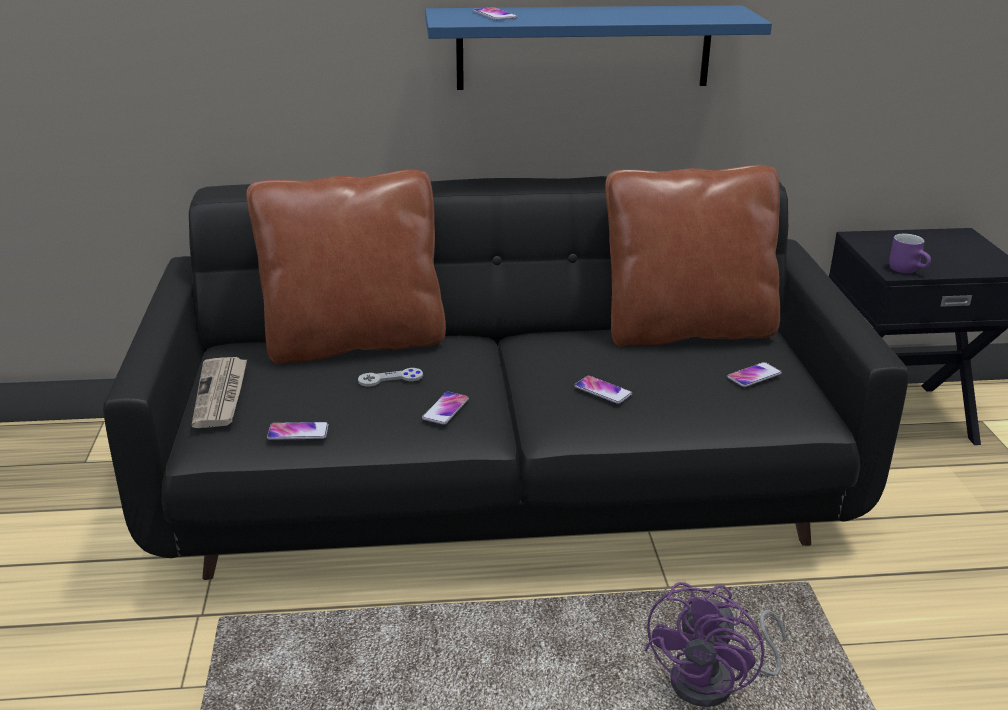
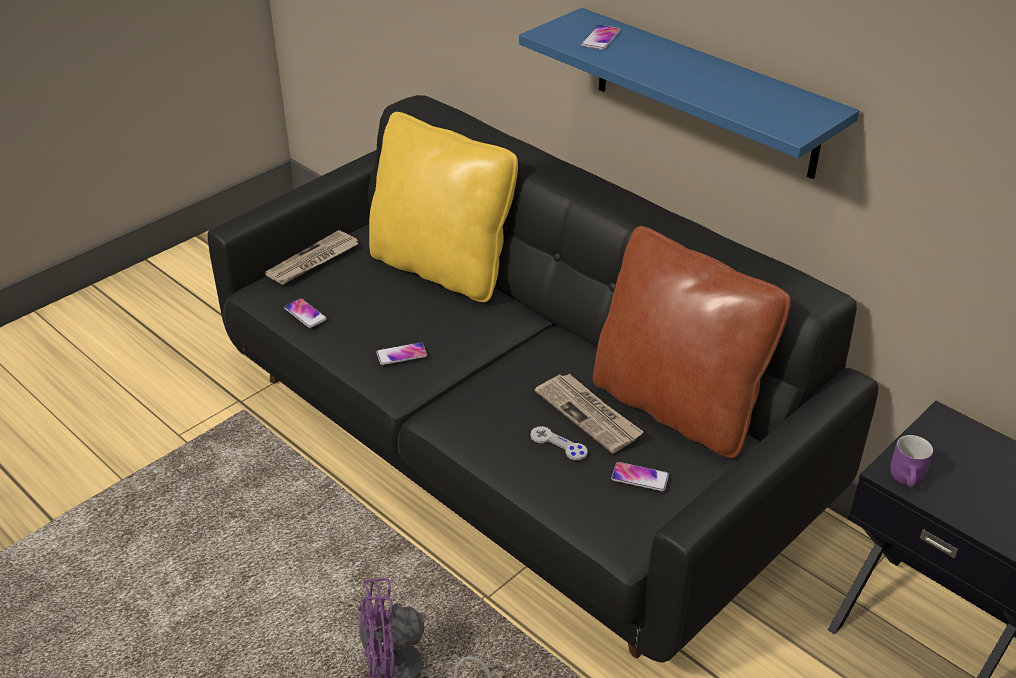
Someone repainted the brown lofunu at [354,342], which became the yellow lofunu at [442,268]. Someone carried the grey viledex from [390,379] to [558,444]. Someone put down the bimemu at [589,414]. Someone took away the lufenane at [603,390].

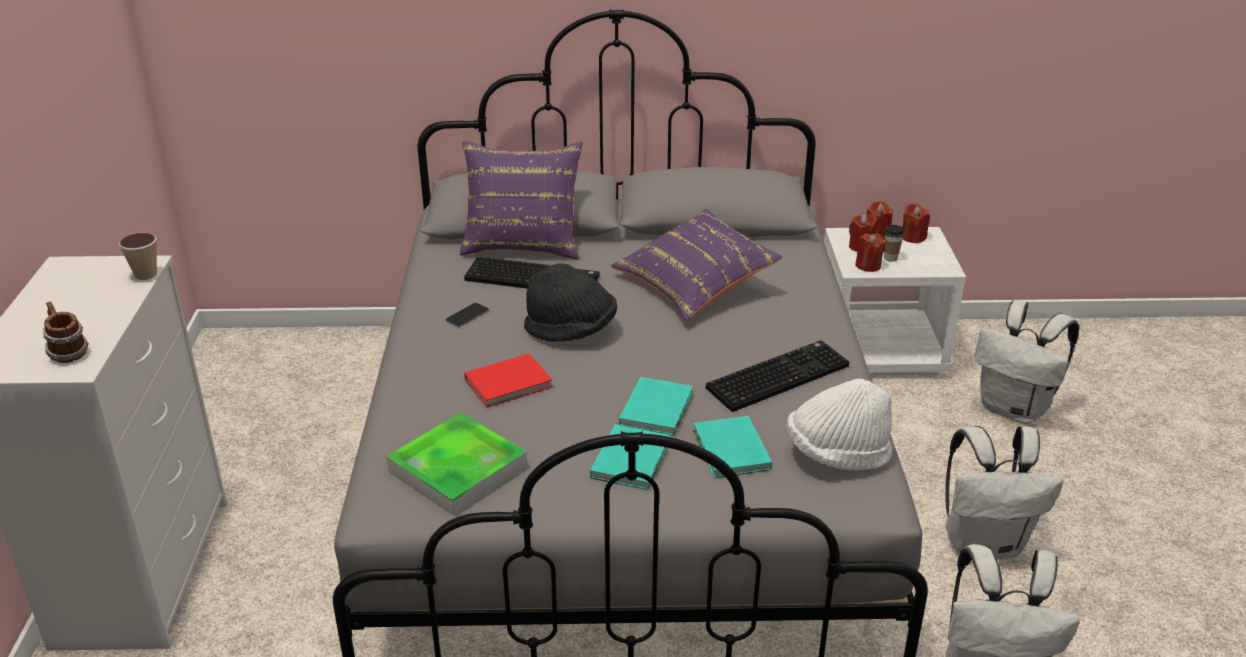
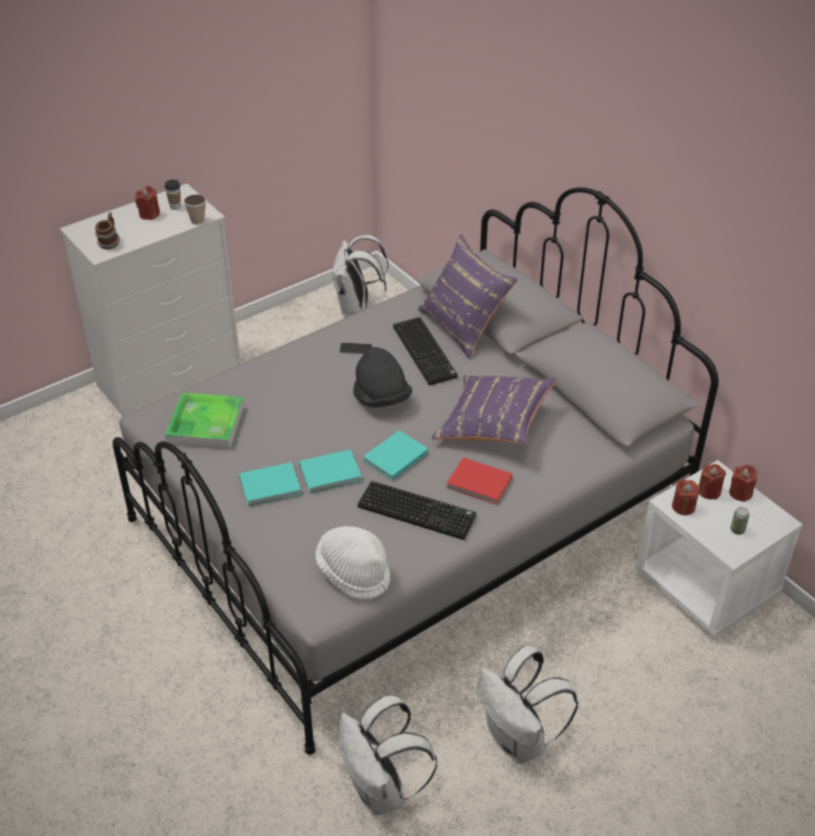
Someone carried the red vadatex from [913,237] to [149,214]. Someone carried the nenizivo from [890,258] to [175,206]. Someone carried the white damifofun from [1015,409] to [356,307]. Someone carried the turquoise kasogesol from [730,451] to [394,457]. Someone carried the red kasogesol from [511,383] to [480,484]. Someone put down the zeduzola at [737,530].

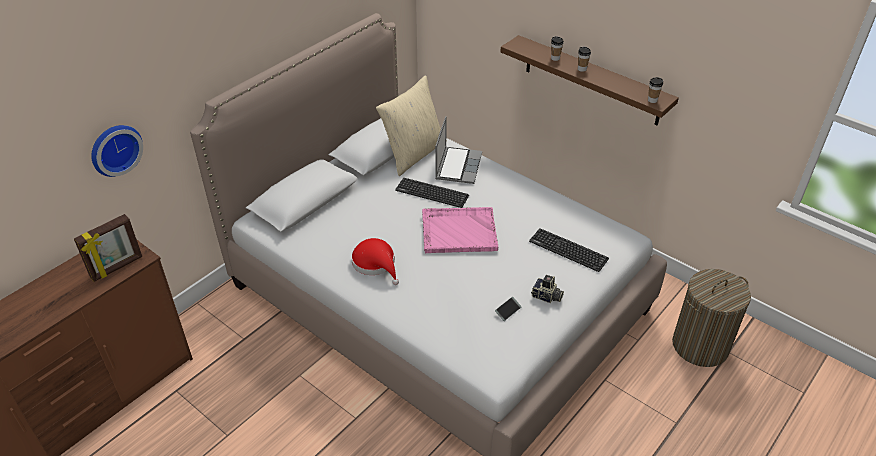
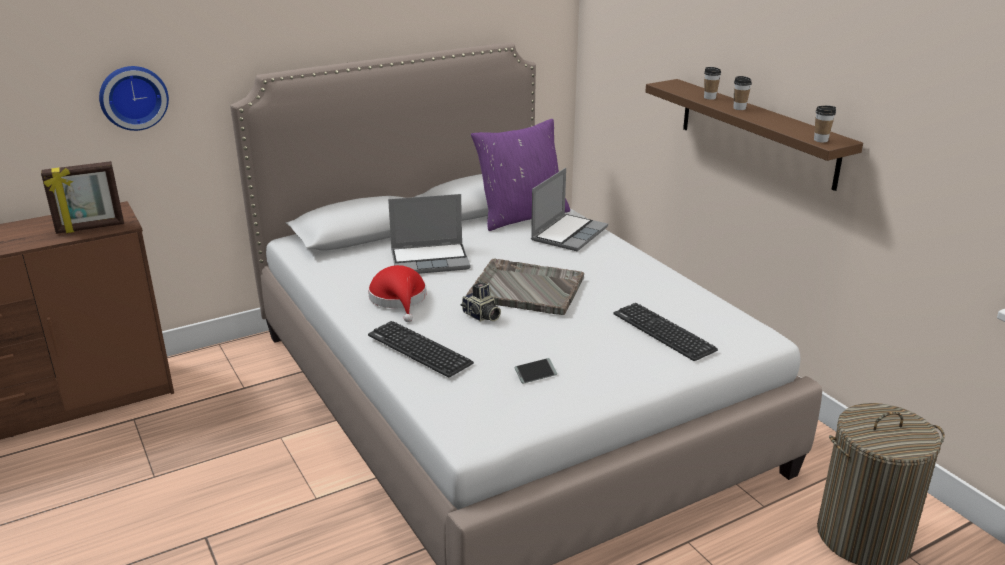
Someone carried the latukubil from [432,193] to [419,349]. Someone put down the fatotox at [431,260]. Someone carried the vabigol from [546,297] to [481,316]. Someone repainted the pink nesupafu at [458,231], which became the grey nesupafu at [525,289]. Someone repainted the beige lofunu at [413,153], which became the purple lofunu at [521,216].

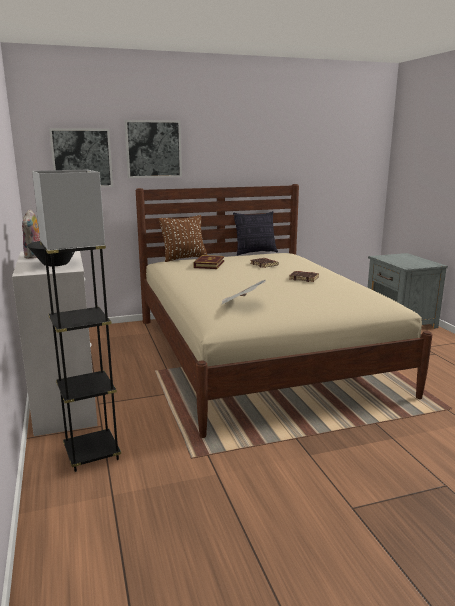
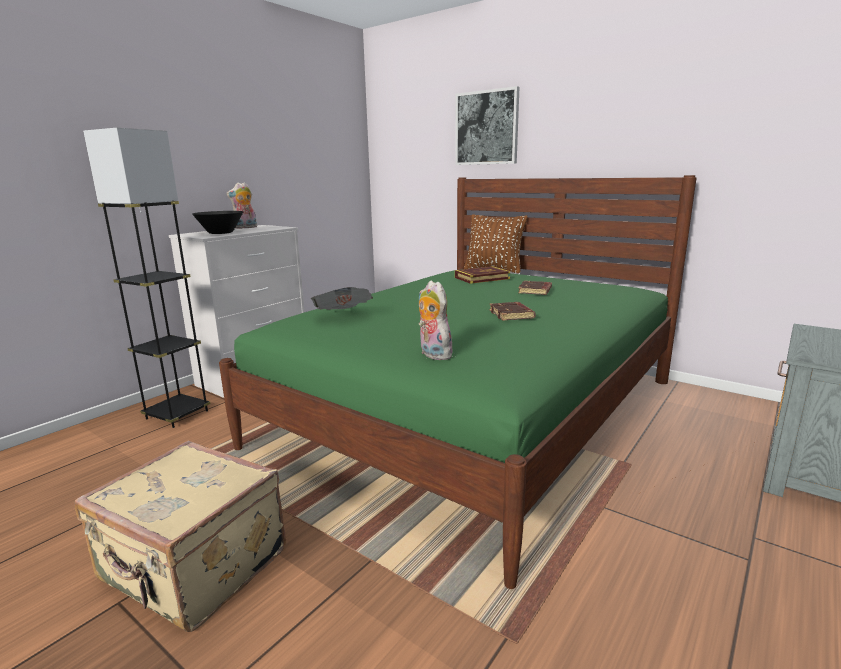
Someone put down the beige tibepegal at [194,568]. Someone repainted the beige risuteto at [259,354], which became the green risuteto at [475,412]. Someone put down the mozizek at [432,354]. Someone took away the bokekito at [82,158]. Someone took away the lofunu at [255,252].

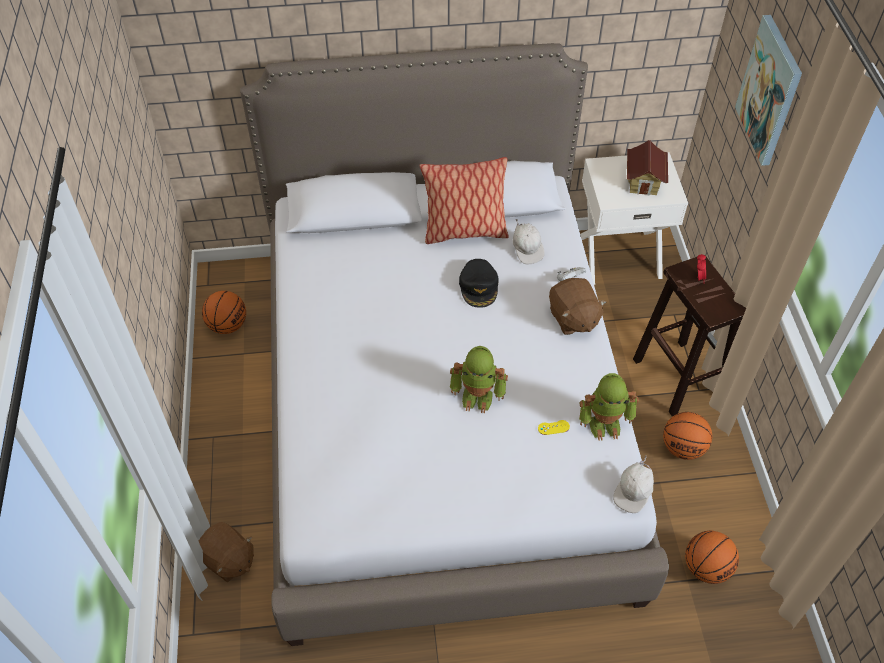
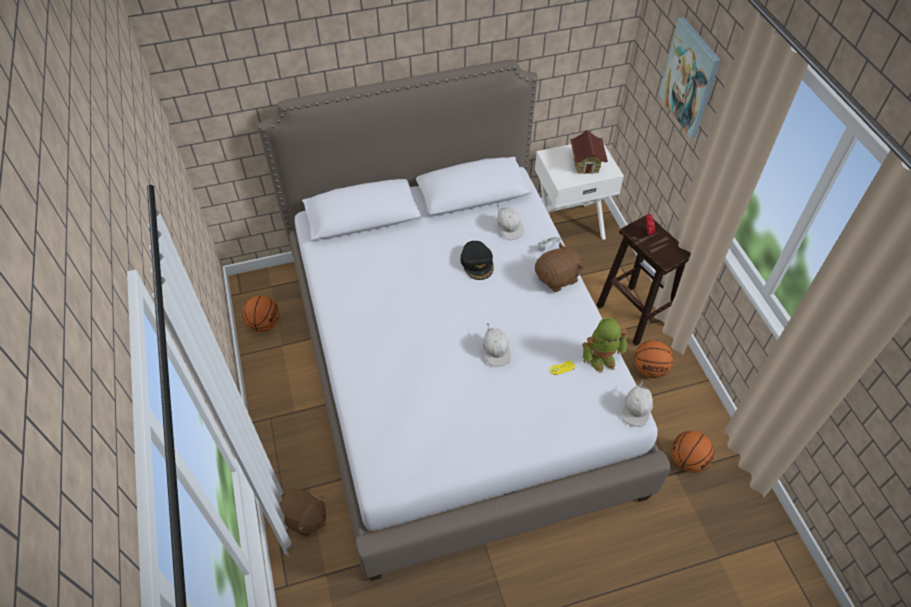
Someone swapped the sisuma at [478,396] for the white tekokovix at [496,351]. Someone rotated the brown mozizek at [573,318] by 90 degrees counterclockwise. Someone took away the lofunu at [464,232].

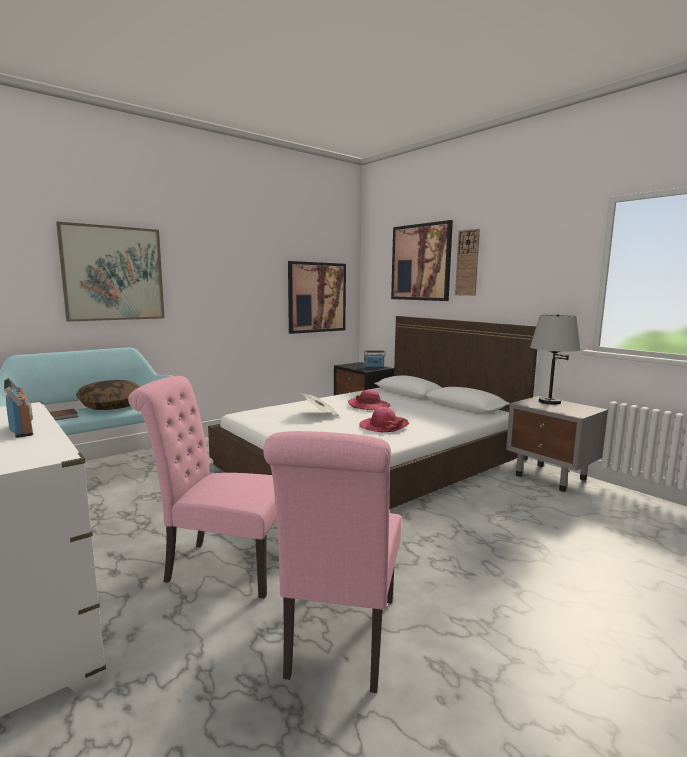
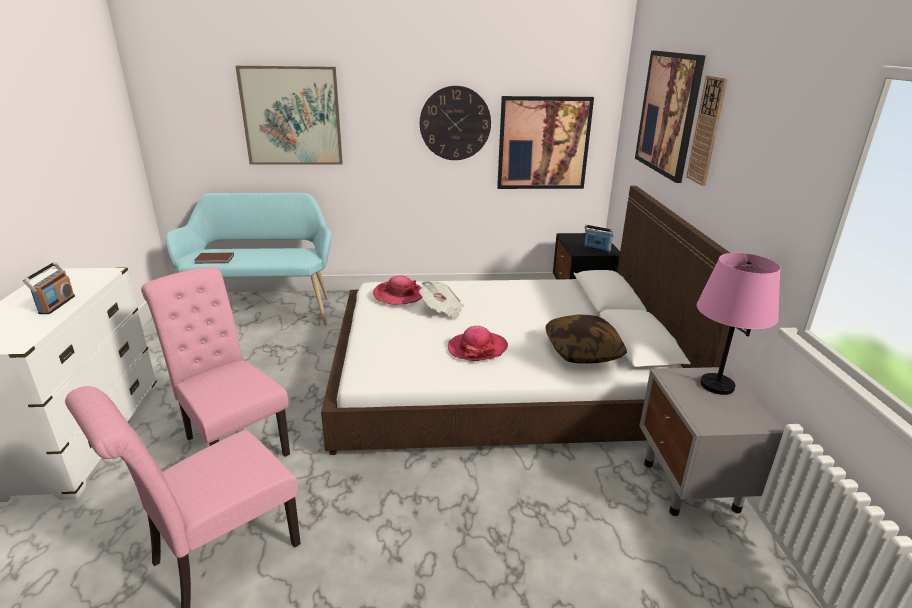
Someone carried the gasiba from [368,406] to [399,295]. Someone put up the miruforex at [455,123]. Someone carried the lofunu from [112,406] to [583,351]. Someone repainted the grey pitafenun at [549,402], which became the pink pitafenun at [716,385].

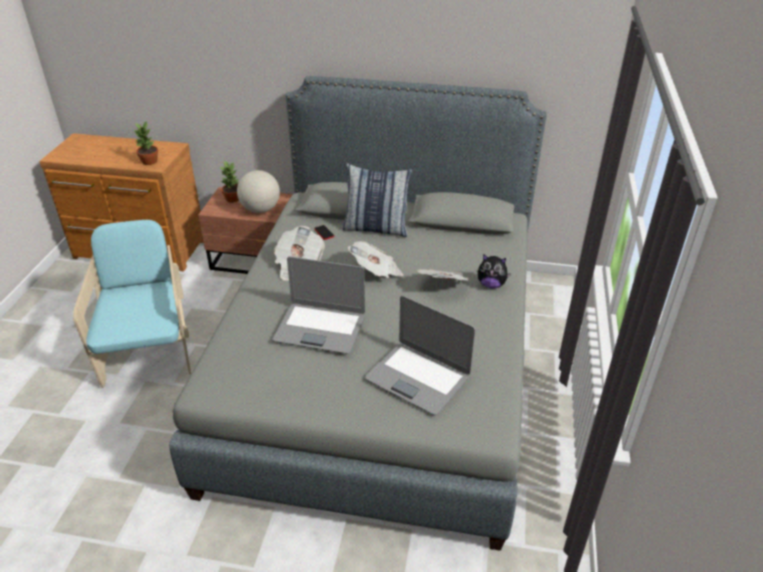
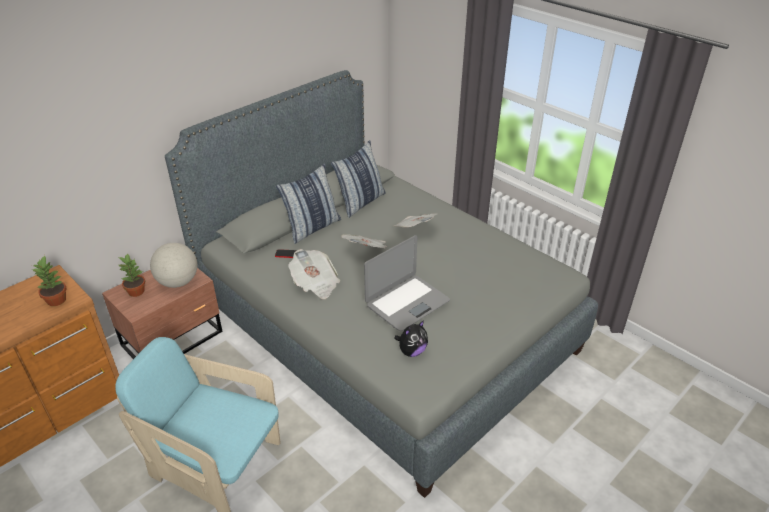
Someone put down the lofunu at [360,202]. Someone carried the mozizek from [491,285] to [411,351]. Someone took away the fatotox at [417,378].

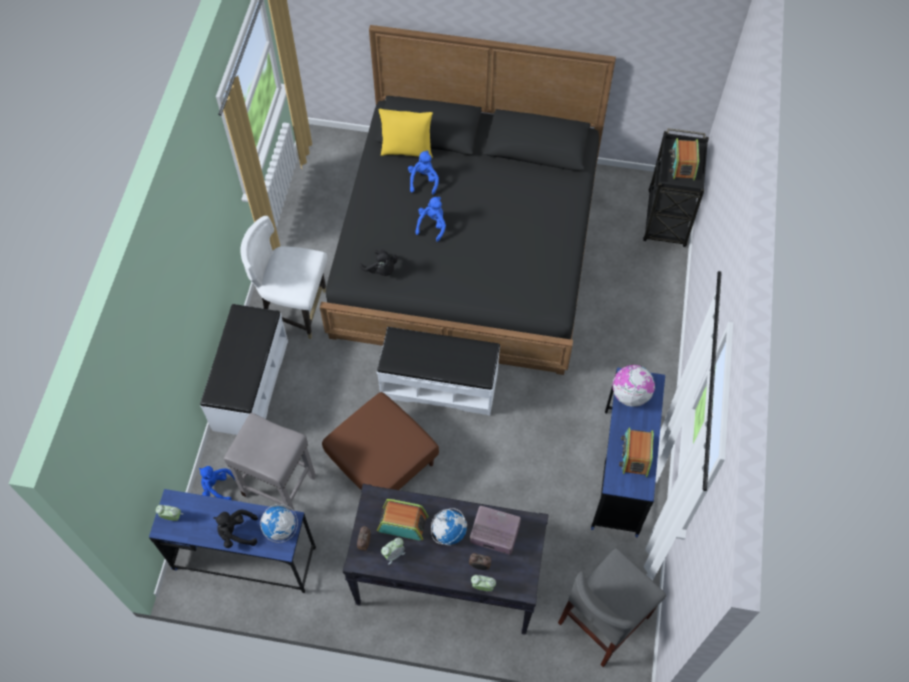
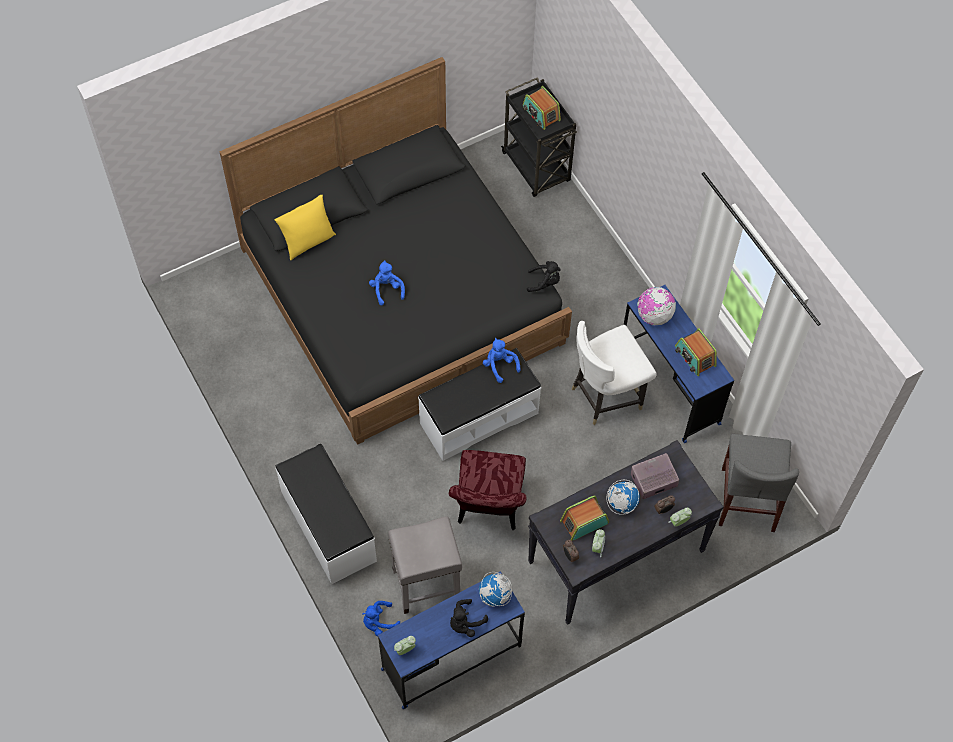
Someone swapped the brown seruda at [381,462] for the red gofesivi at [489,508]. Someone carried the blue mozizek from [423,180] to [499,365]. Someone carried the black mozizek from [381,270] to [544,282]. Someone carried the white gofesivi from [295,310] to [605,395].

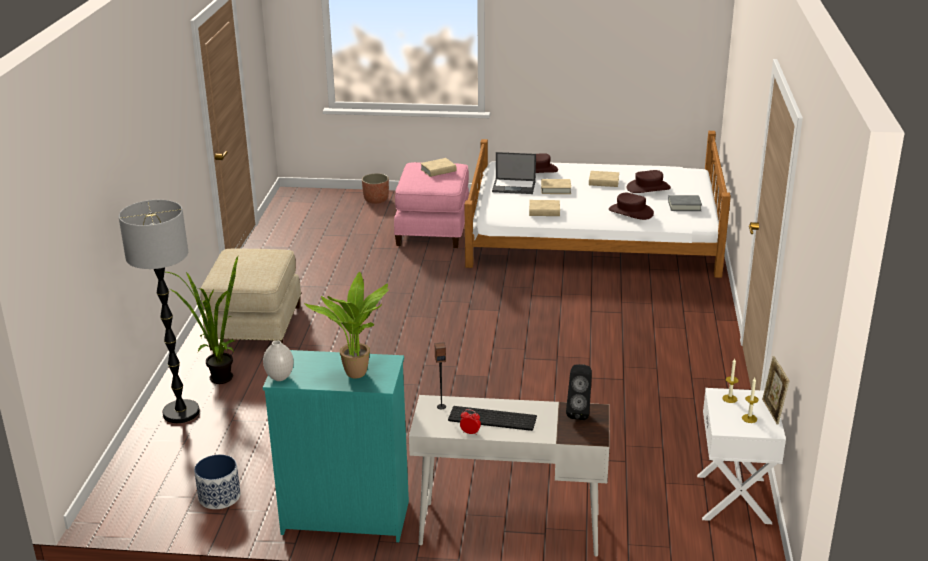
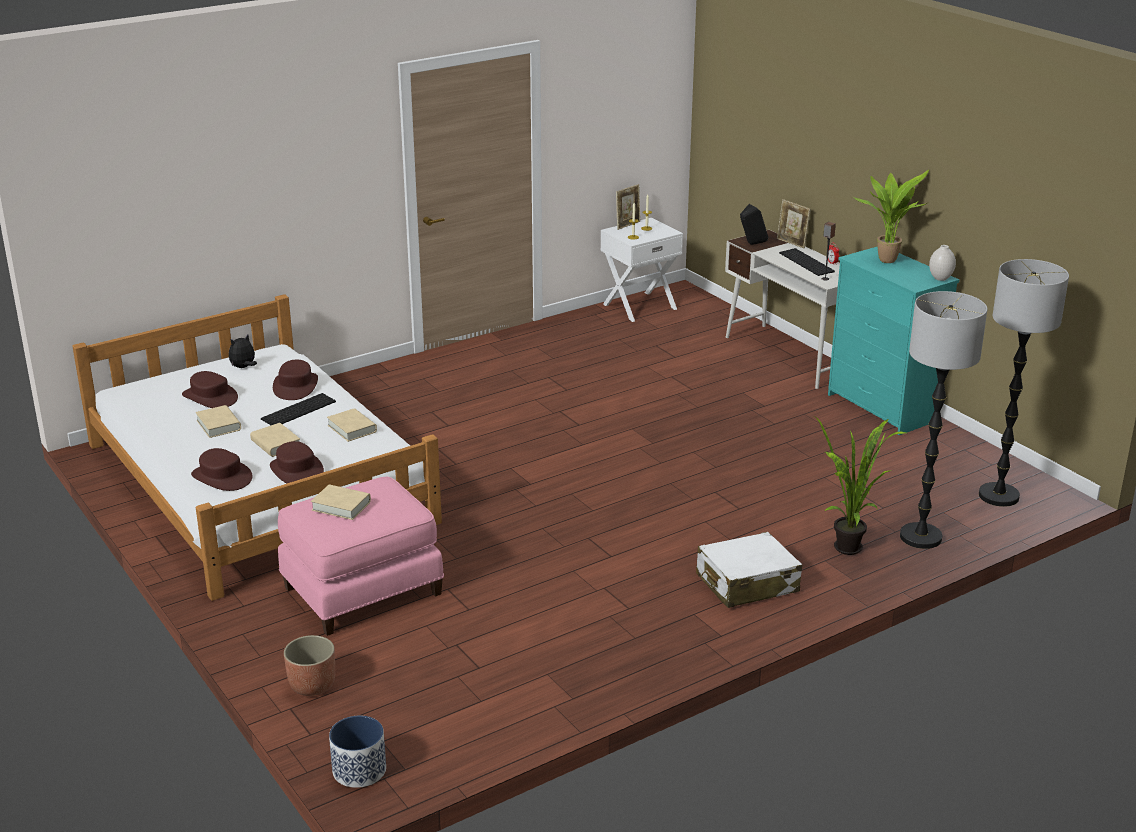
Someone swapped the grey kasogesol at [684,206] for the mozizek at [243,367]. Someone put down the latukubil at [298,409]. Someone swapped the fatotox at [514,186] for the brown gasiba at [296,471]. Someone carried the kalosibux from [220,496] to [359,770]. Someone swapped the beige seruda at [254,327] for the white tibepegal at [746,583]. Someone put down the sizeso at [792,243]. Someone put down the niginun at [999,496].

